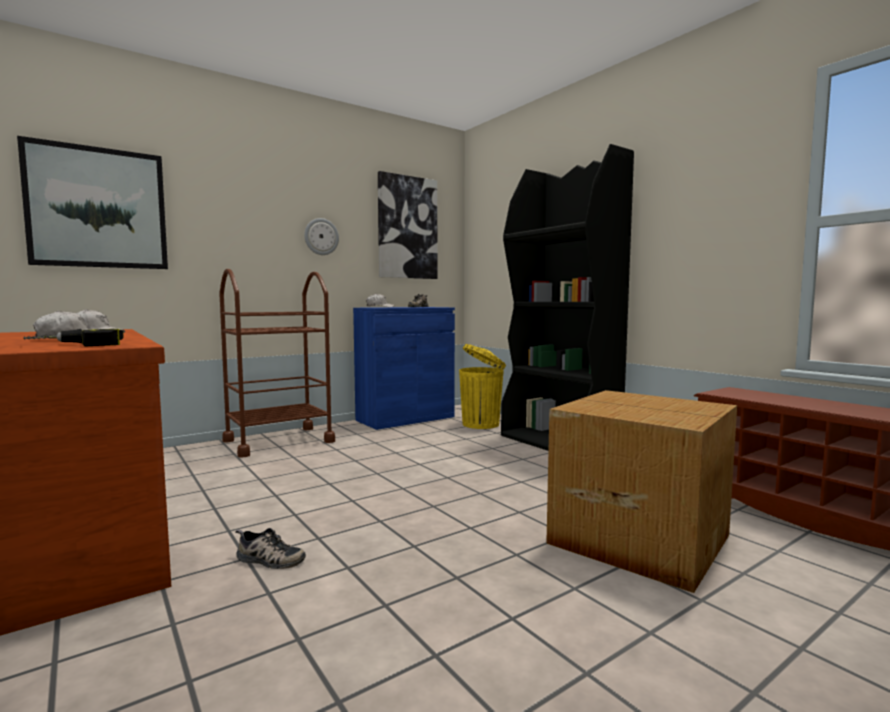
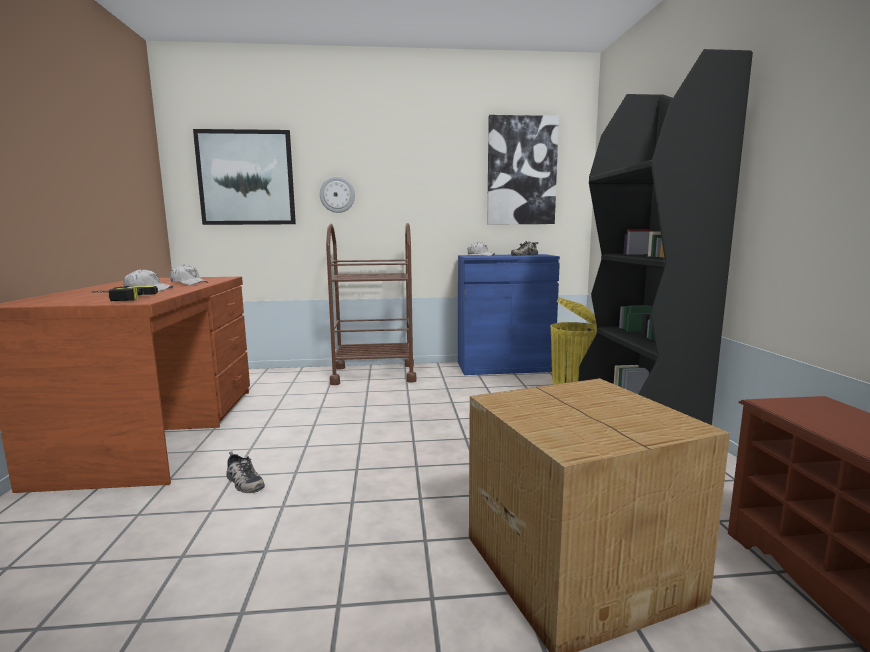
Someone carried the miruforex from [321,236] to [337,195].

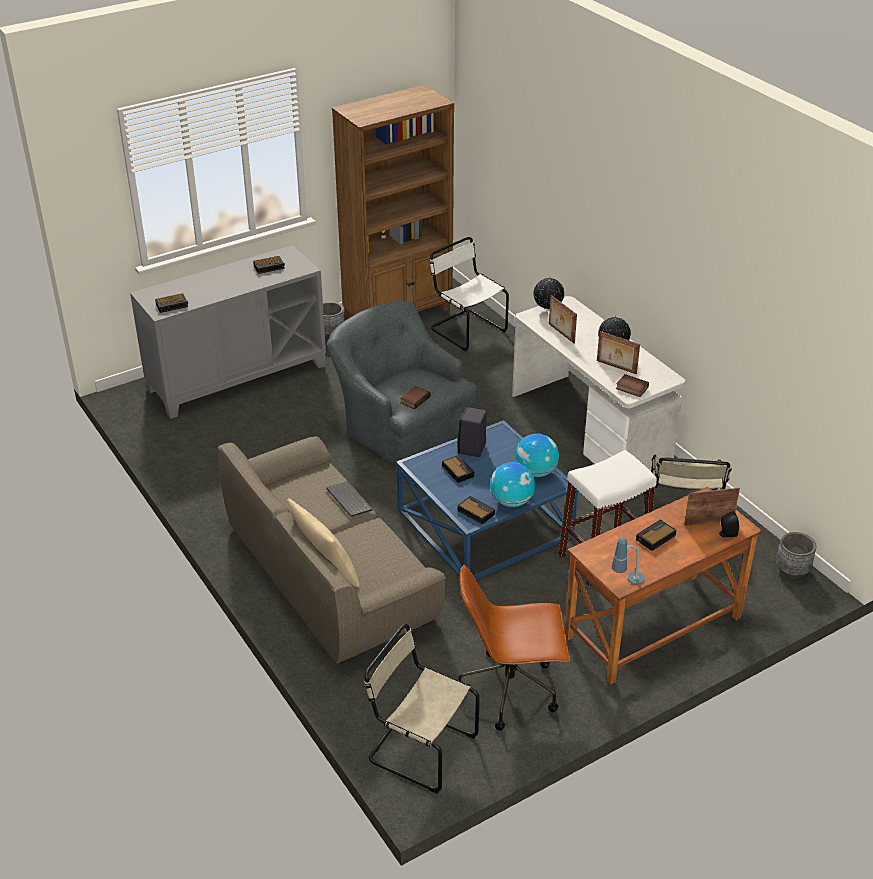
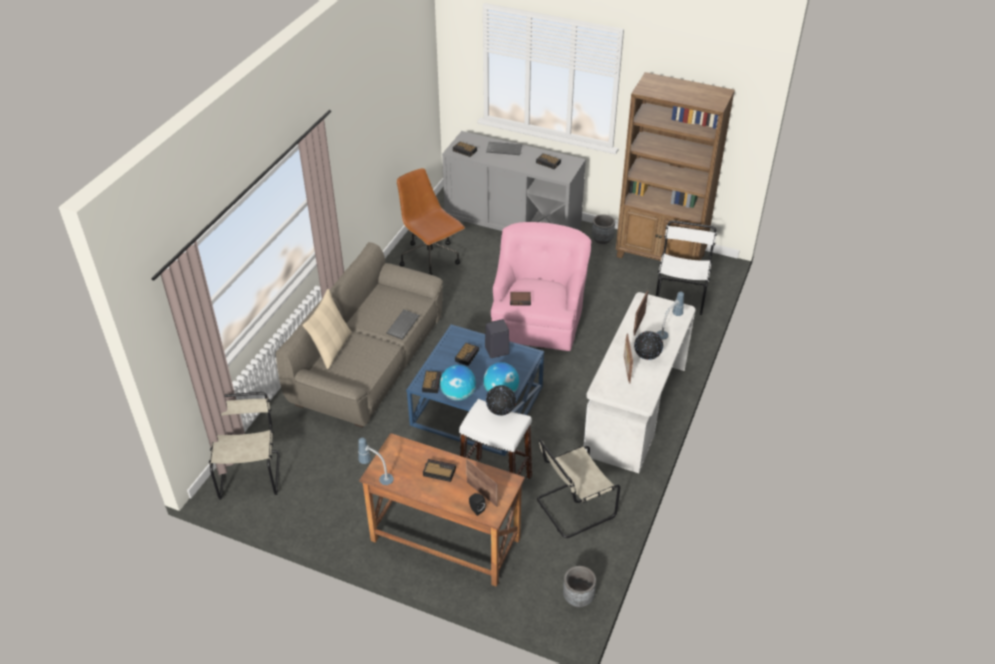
Someone carried the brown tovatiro from [510,689] to [431,259]. Someone put down the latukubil at [504,149]. Someone carried the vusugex from [547,310] to [500,413]. Someone repainted the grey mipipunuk at [401,426], which became the pink mipipunuk at [538,319]. Someone put down the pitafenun at [668,331]. Someone took away the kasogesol at [631,388].

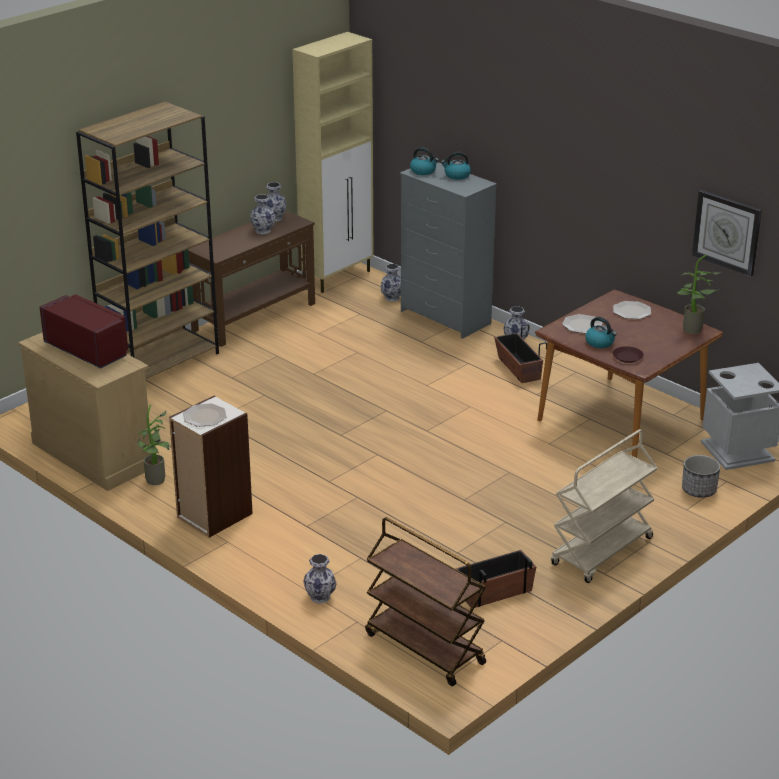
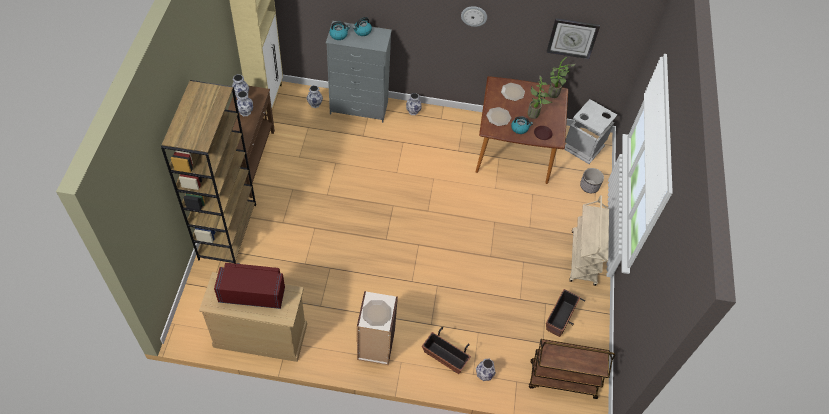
Someone carried the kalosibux from [518,369] to [445,358]. Someone put up the miruforex at [474,15]. Someone carried the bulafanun from [157,481] to [534,114].

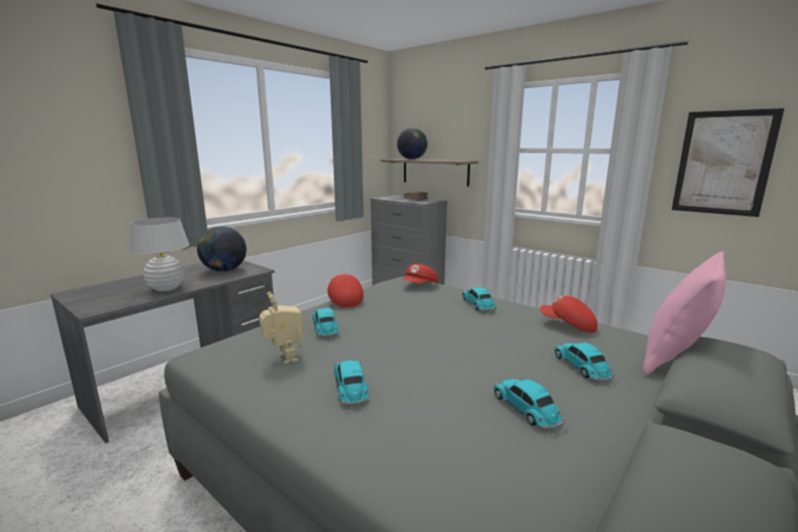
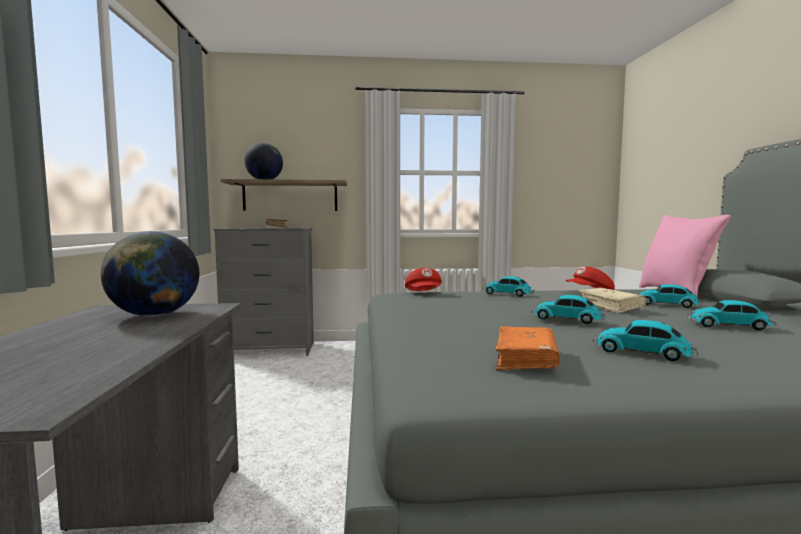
Someone swapped the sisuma at [284,358] for the orange kasogesol at [525,359]. Someone carried the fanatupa from [325,328] to [568,319]. Someone put down the beige kasogesol at [610,307]. Someone took away the white pitafenun at [166,288]. Someone took away the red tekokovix at [344,300]. Someone took away the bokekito at [723,163].

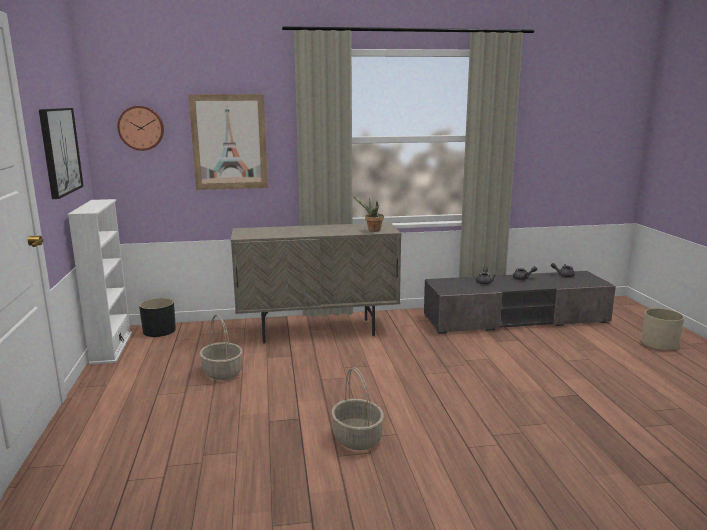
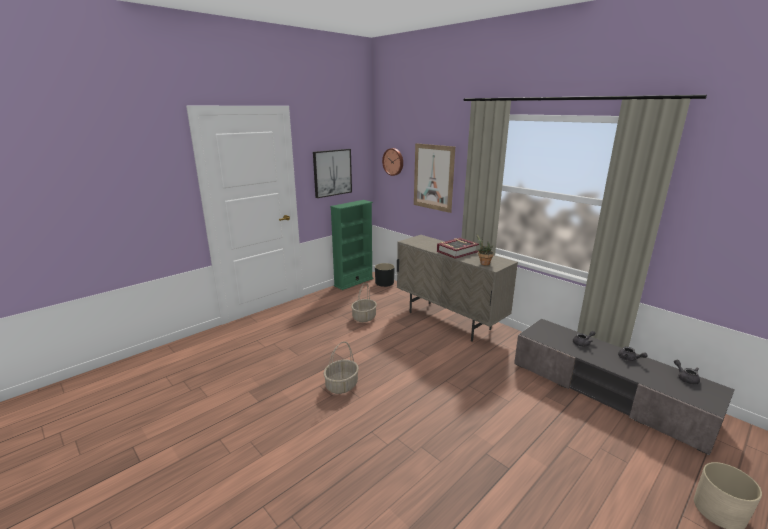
Someone repainted the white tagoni at [111,348], which became the green tagoni at [353,282]. Someone put down the kasogesol at [457,251].

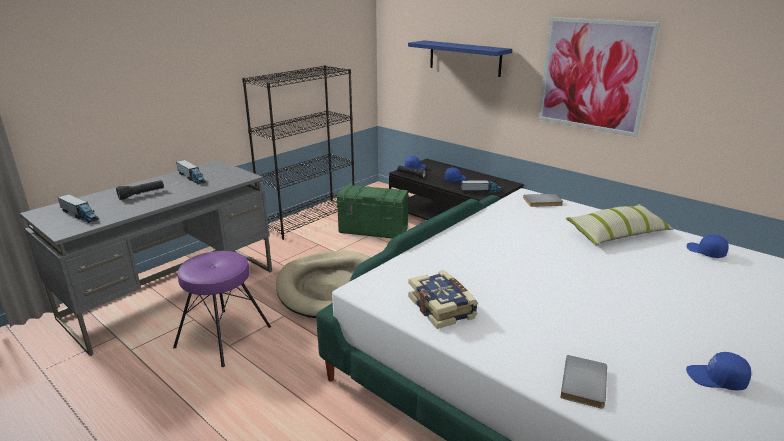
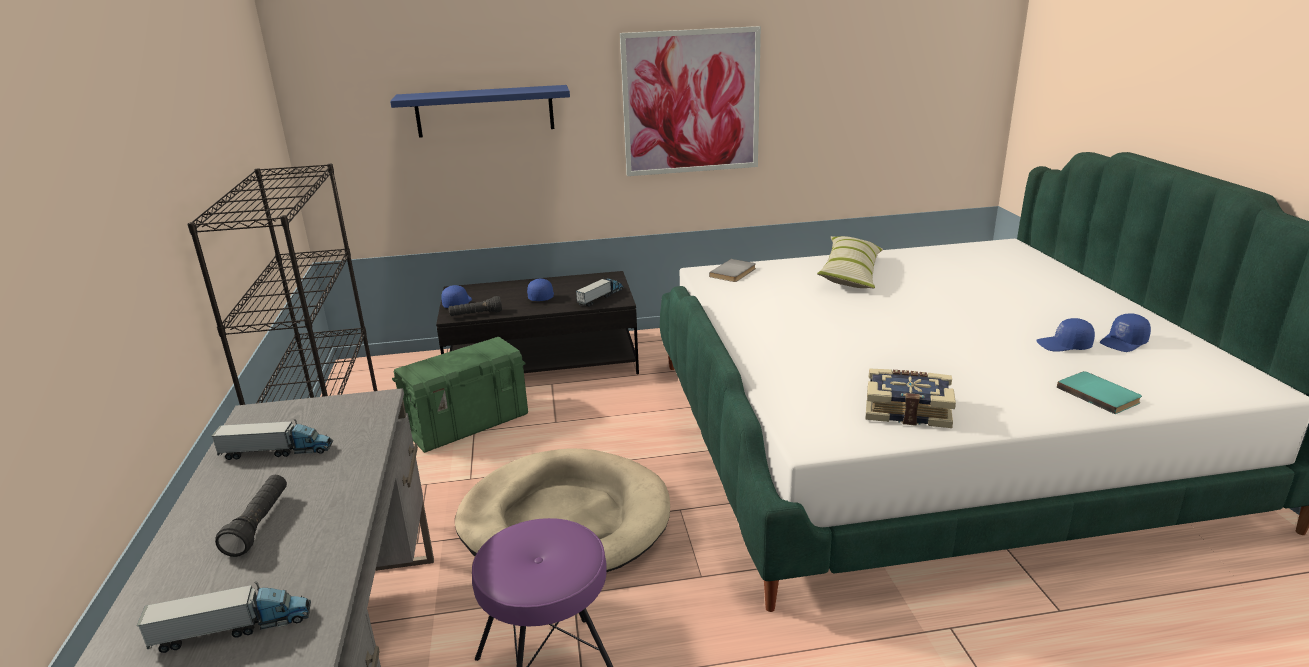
Someone carried the blue tekokovix from [705,252] to [1064,345]. Someone repainted the grey kasogesol at [586,383], which became the turquoise kasogesol at [1099,394].

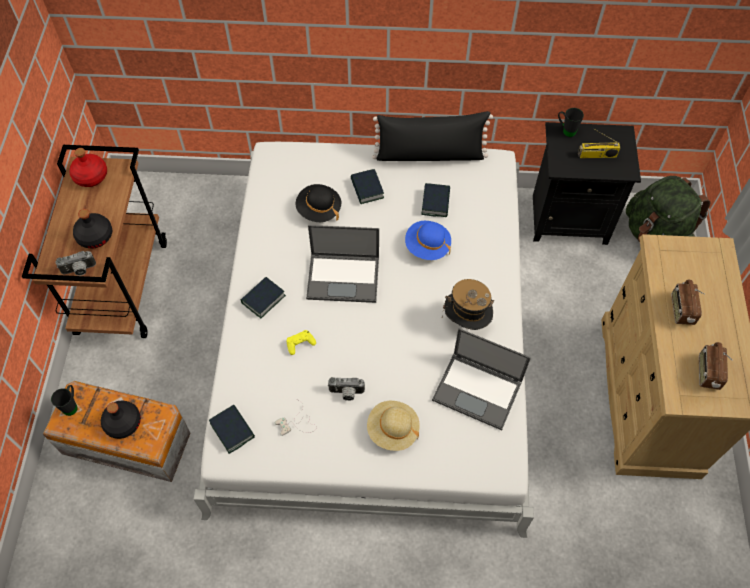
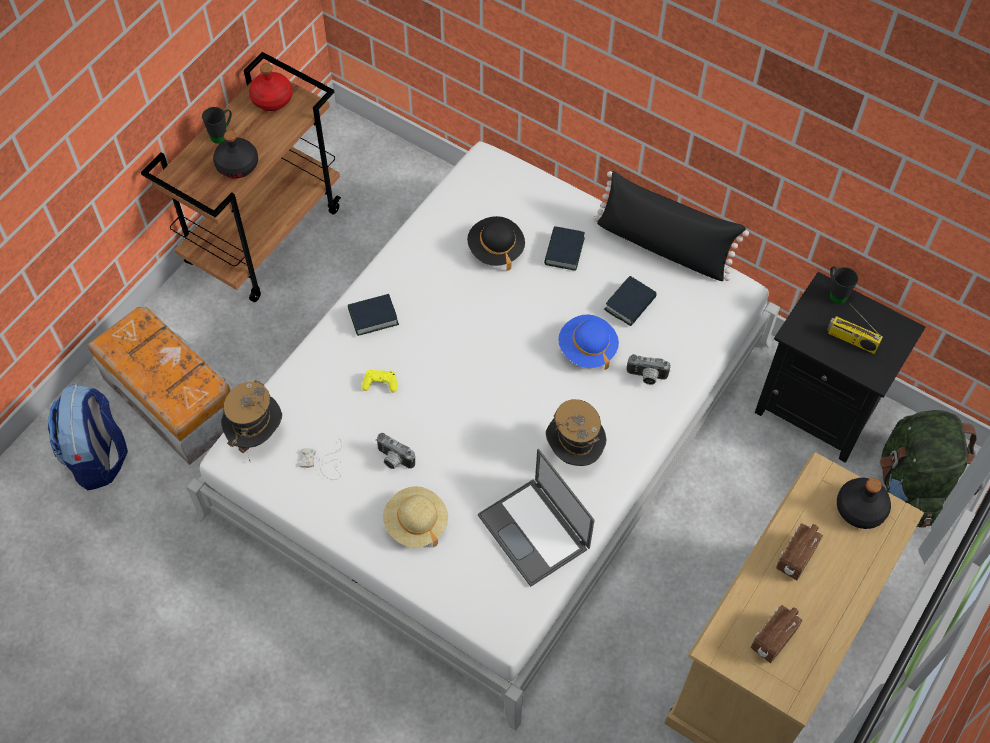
Someone put down the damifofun at [98,457]. Someone carried the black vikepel from [72,405] to [222,134]. Someone swapped the kasogesol at [232,430] for the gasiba at [256,435]. Someone carried the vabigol from [79,271] to [646,377]. Someone carried the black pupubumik from [122,423] to [859,508]. Someone took away the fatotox at [344,277].

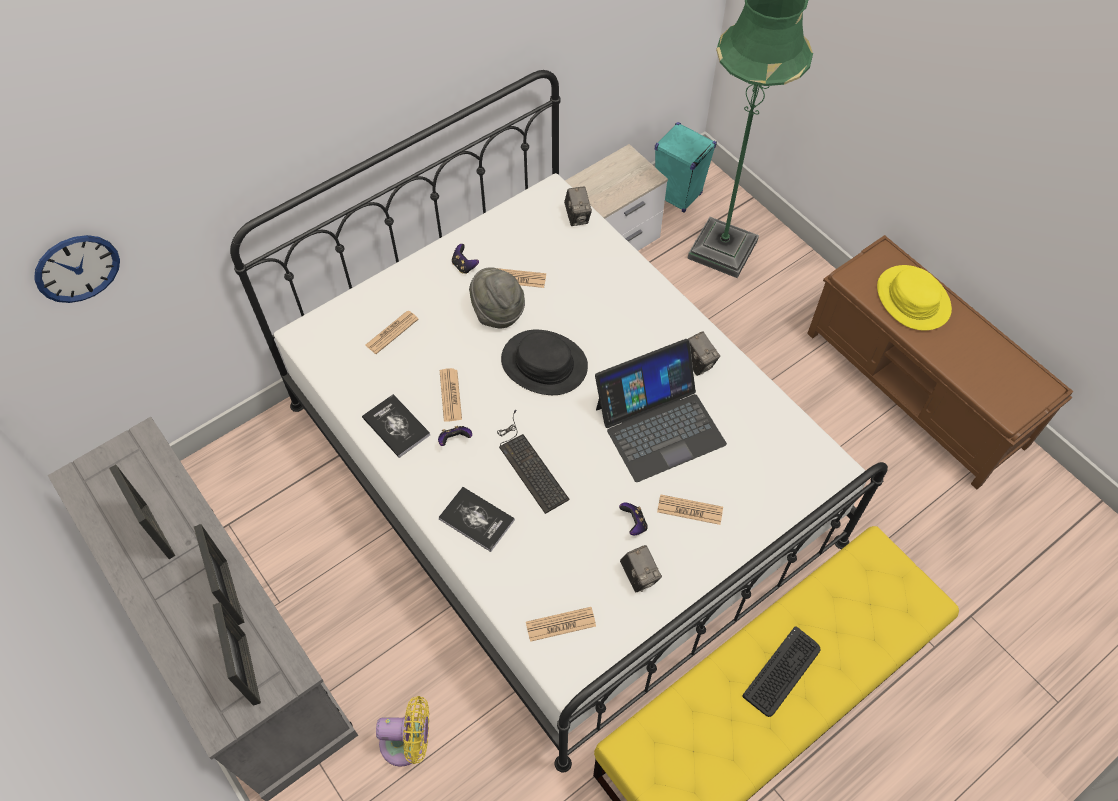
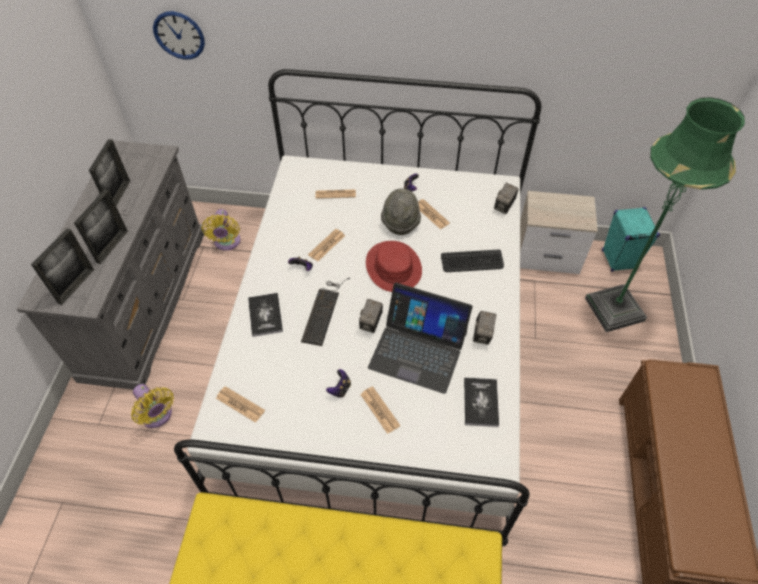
Someone put down the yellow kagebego at [227,243]. Someone carried the vabigol from [639,575] to [371,323]. Someone repainted the black gasiba at [544,364], which became the red gasiba at [393,267]. Someone carried the latukubil from [782,672] to [472,262]. Someone carried the kasogesol from [396,426] to [480,402]. Someone took away the yellow gasiba at [912,299].

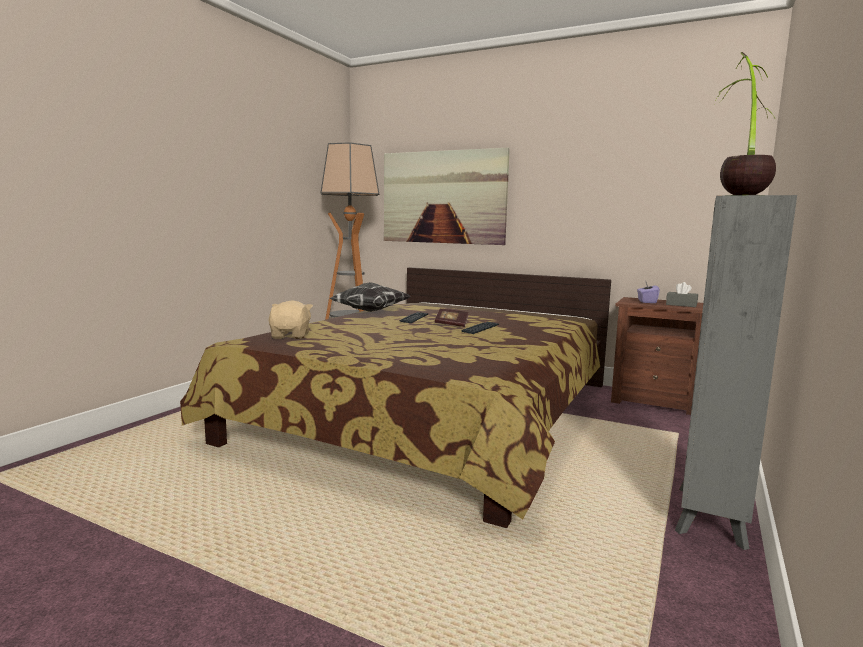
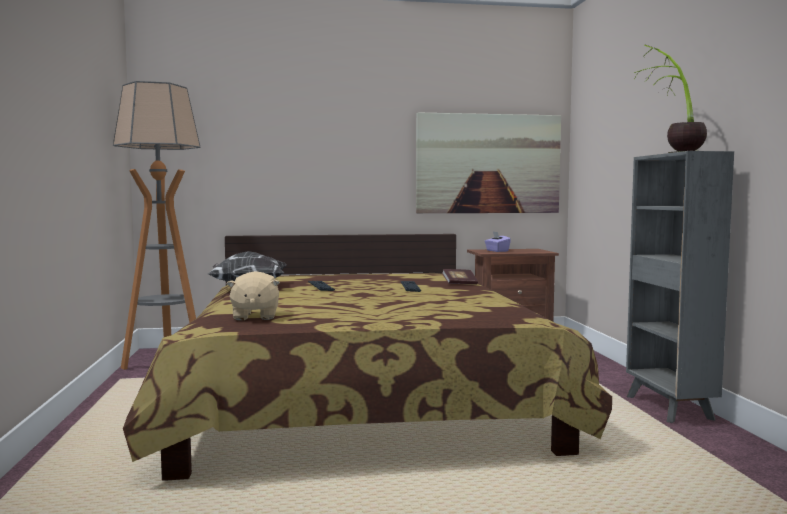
Someone rotated the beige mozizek at [291,336] by 150 degrees counterclockwise. Someone carried the bokekito from [443,197] to [488,164]. Someone carried the kasogesol from [451,324] to [459,284]. Someone took away the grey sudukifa at [681,305].

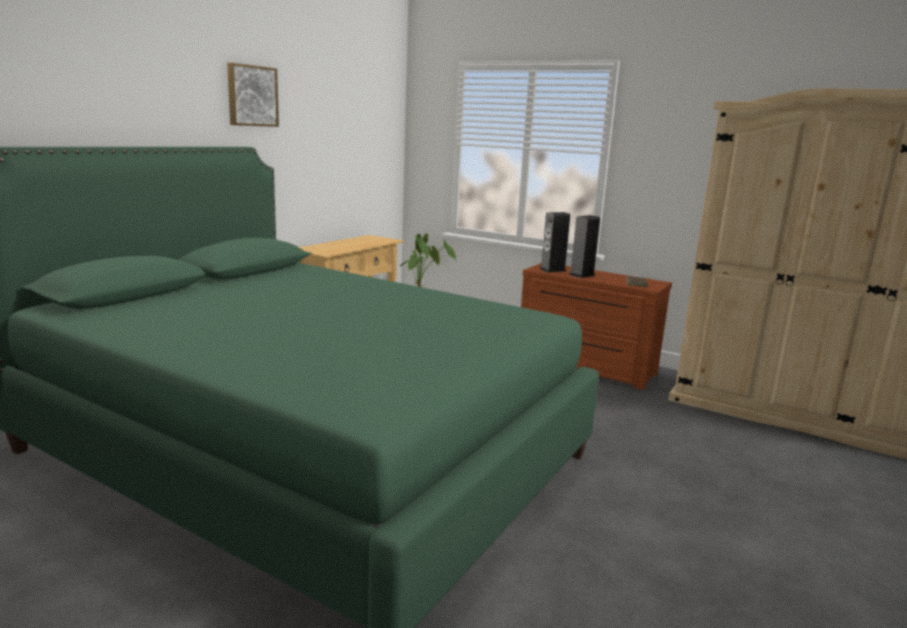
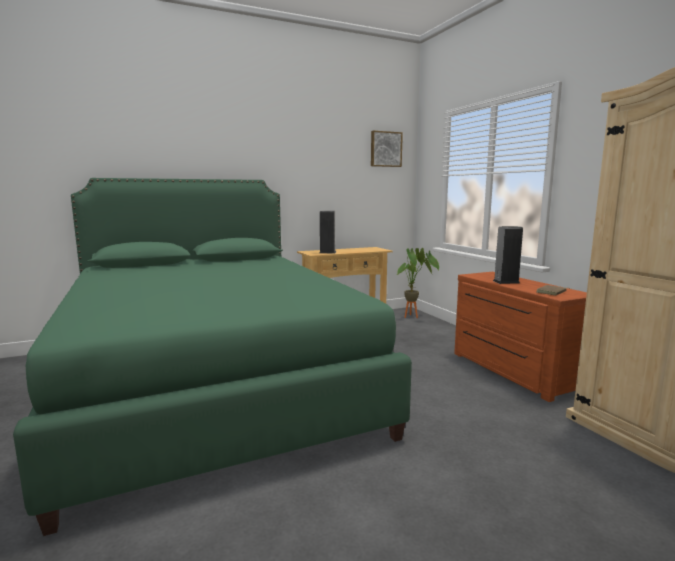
Someone carried the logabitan from [552,270] to [327,252]. Someone carried the bokekito from [251,96] to [385,149].

